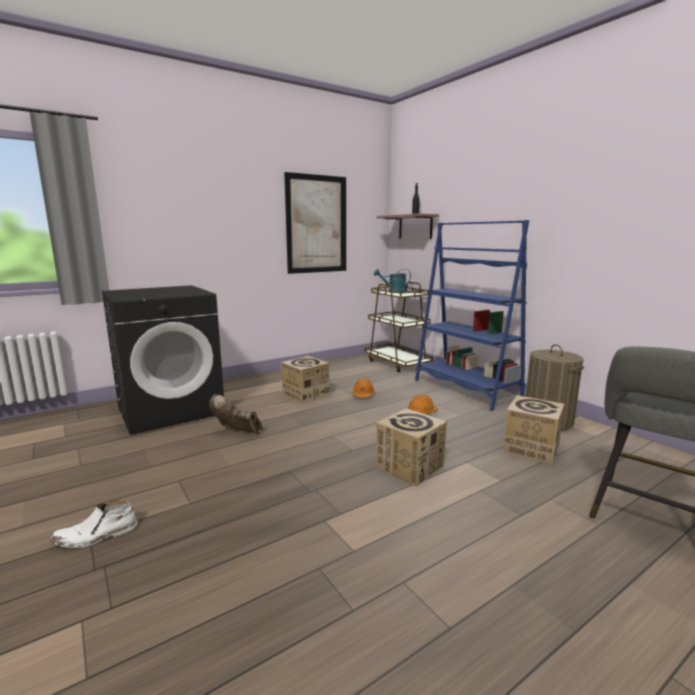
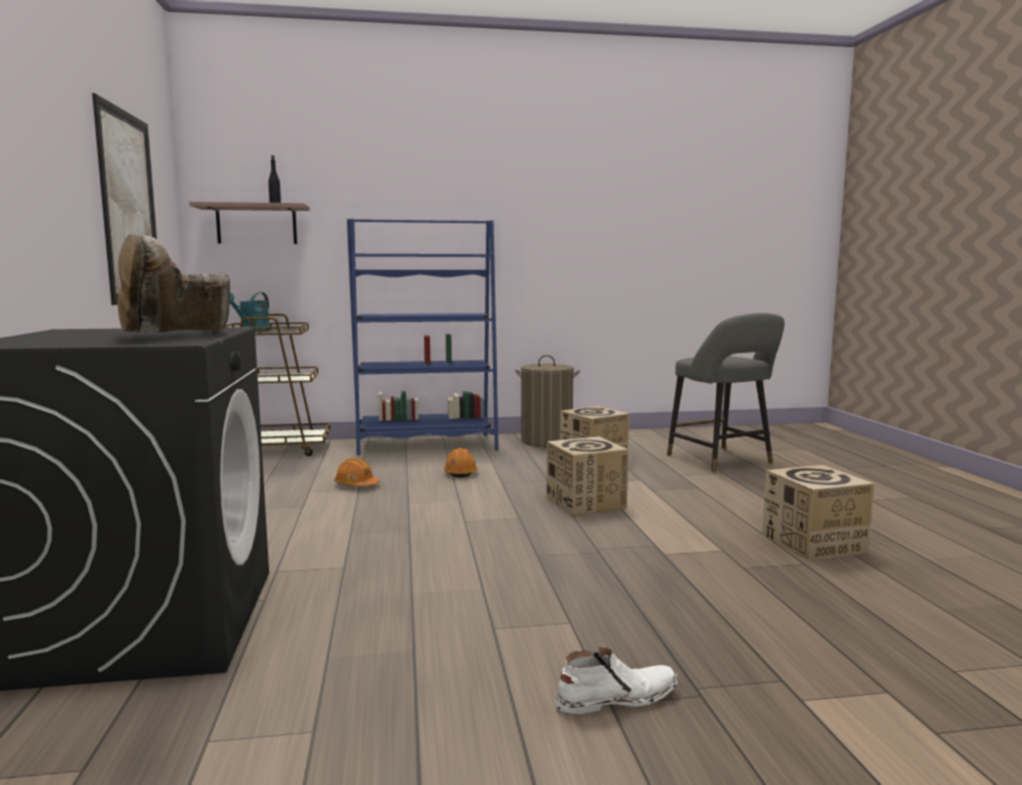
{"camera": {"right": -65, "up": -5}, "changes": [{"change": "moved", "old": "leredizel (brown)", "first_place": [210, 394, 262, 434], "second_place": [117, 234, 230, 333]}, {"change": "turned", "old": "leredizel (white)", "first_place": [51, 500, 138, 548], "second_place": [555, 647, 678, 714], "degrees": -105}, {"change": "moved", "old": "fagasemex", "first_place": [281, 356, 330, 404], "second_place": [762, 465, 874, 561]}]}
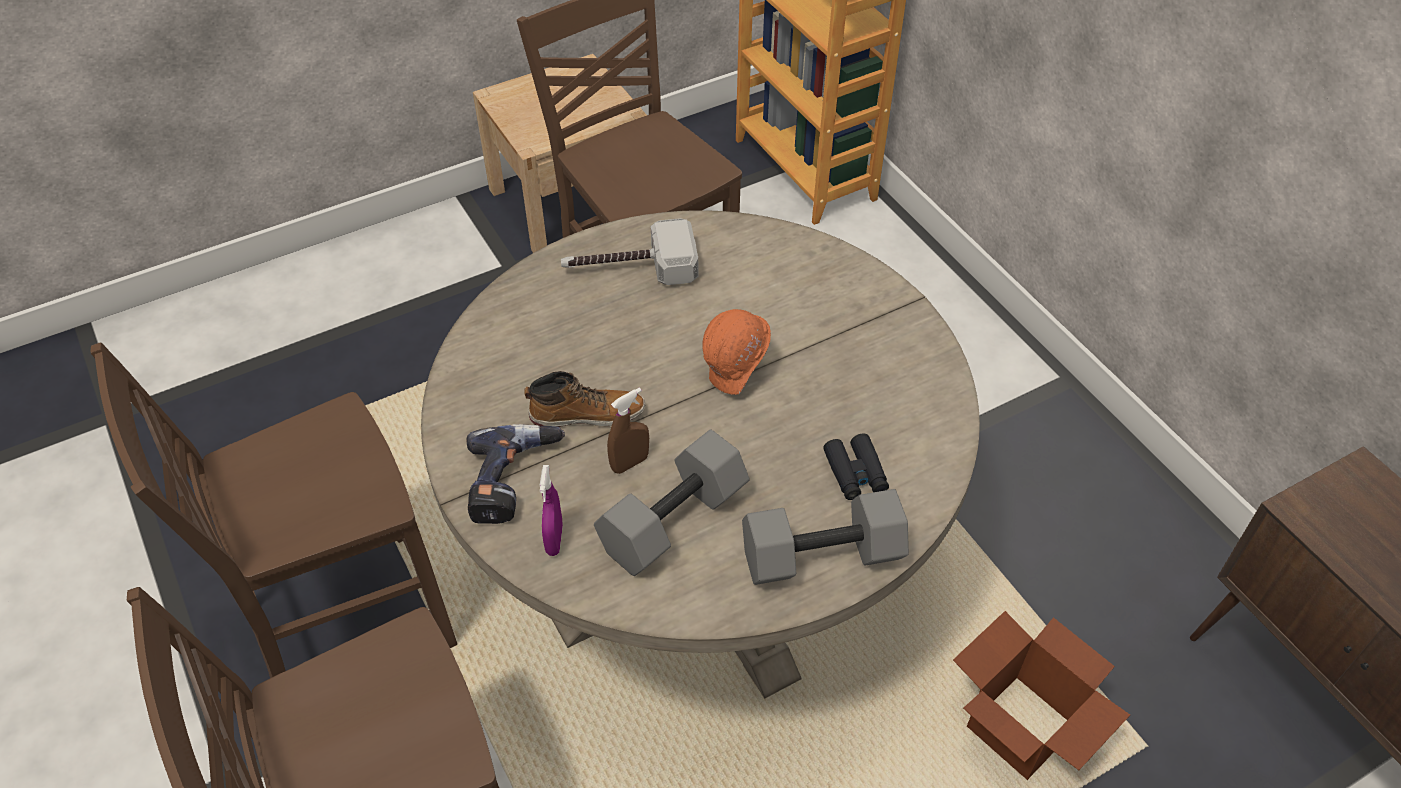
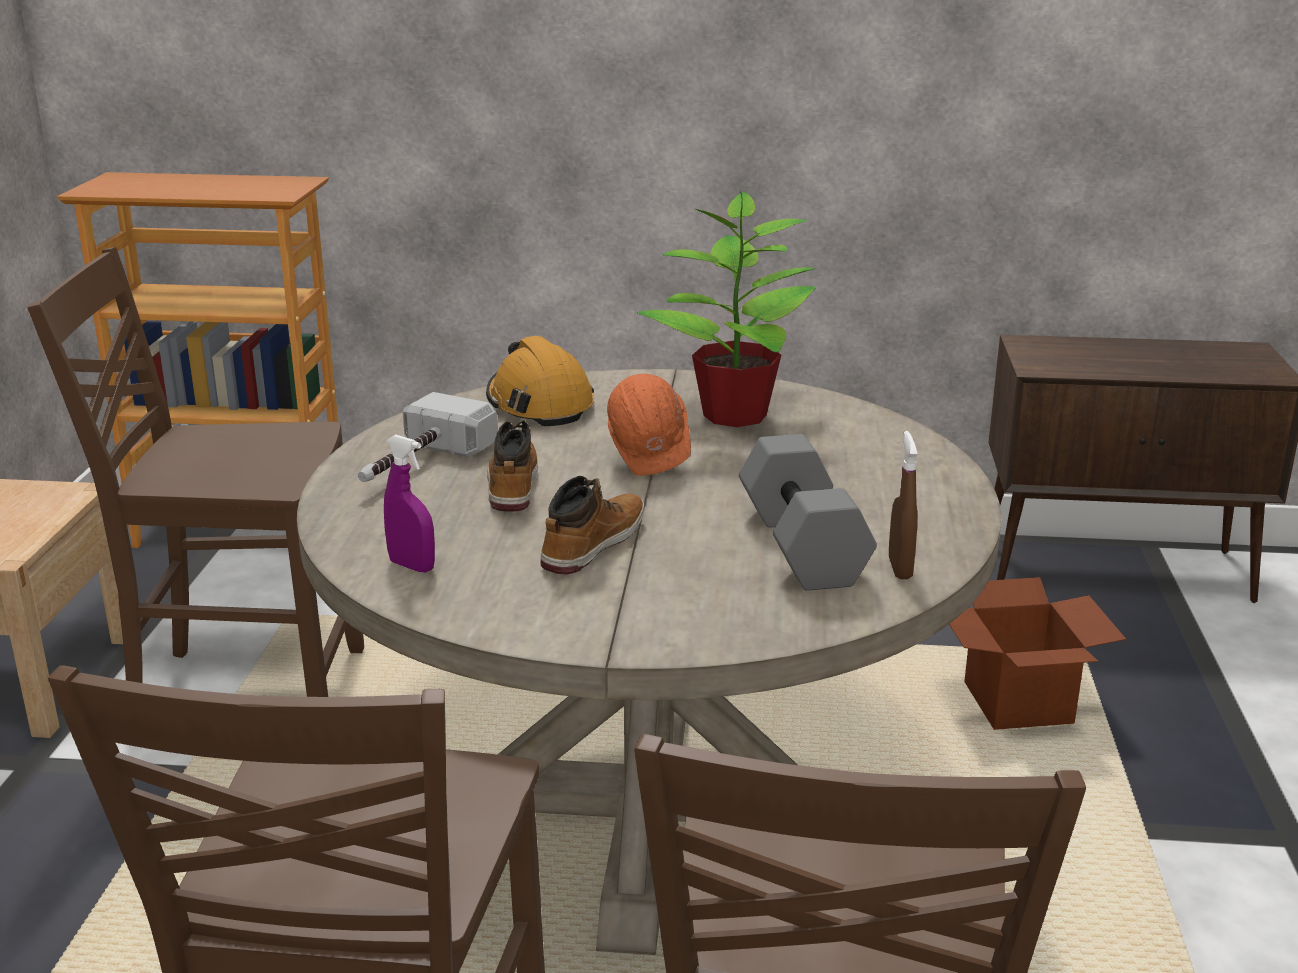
{"camera": {"right": -55, "up": -25}, "changes": [{"change": "moved", "old": "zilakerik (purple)", "first_place": [540, 465, 563, 556], "second_place": [384, 435, 435, 573]}, {"change": "added", "new": "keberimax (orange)", "second_place": [486, 336, 594, 426]}, {"change": "added", "new": "leredizel", "second_place": [487, 420, 538, 512]}, {"change": "added", "new": "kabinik", "second_place": [637, 191, 816, 427]}, {"change": "moved", "old": "zilakerik (brown)", "first_place": [607, 388, 649, 474], "second_place": [889, 431, 918, 579]}, {"change": "removed", "old": "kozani", "first_place": [466, 424, 565, 524]}, {"change": "removed", "old": "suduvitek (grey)", "first_place": [742, 489, 909, 585]}, {"change": "removed", "old": "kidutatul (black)", "first_place": [823, 433, 889, 500]}]}
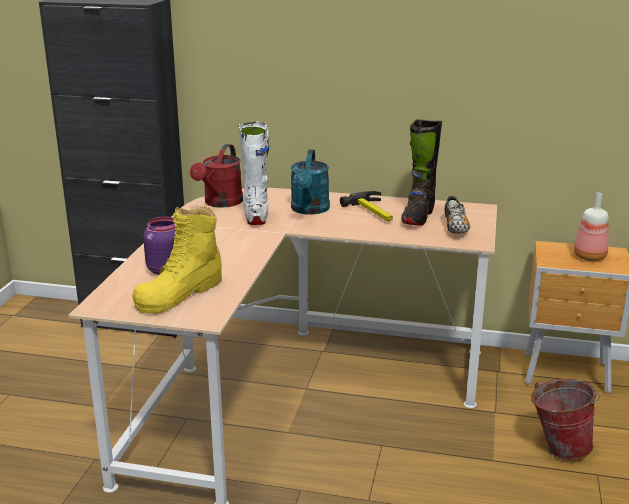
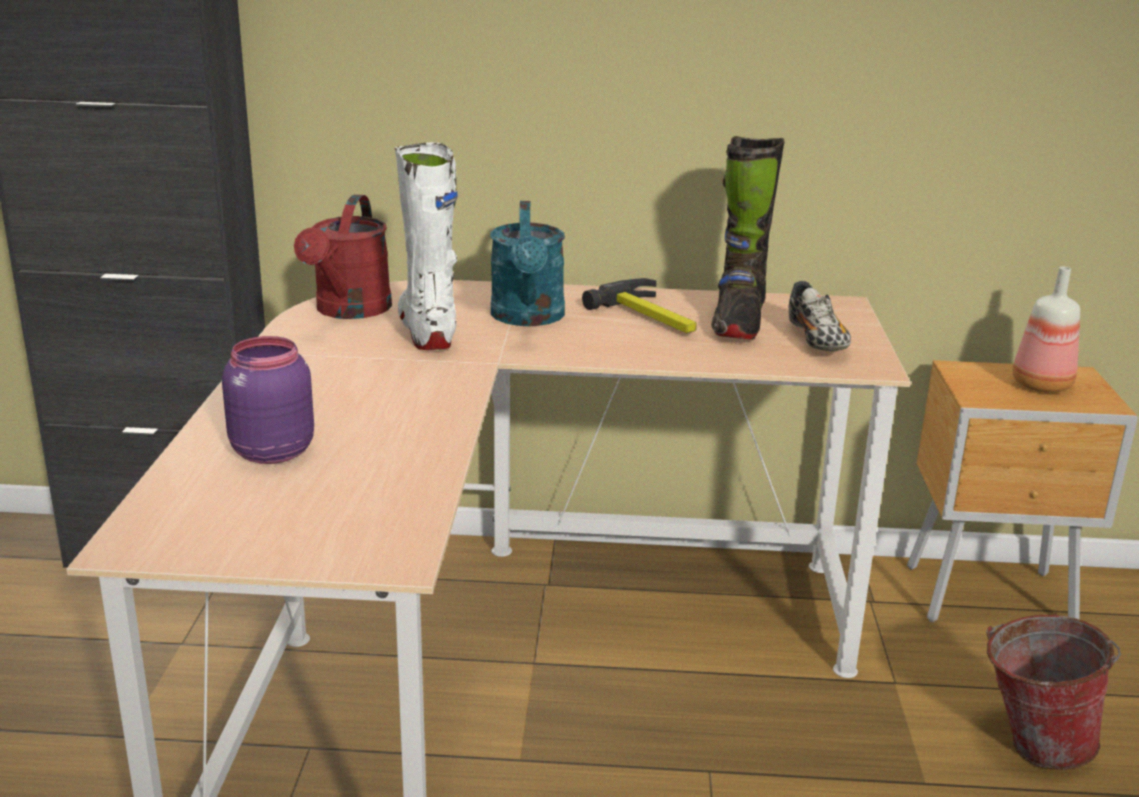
{"camera": {"right": -10, "up": 0}, "changes": [{"change": "removed", "old": "leredizel (yellow)", "first_place": [132, 207, 222, 314]}]}
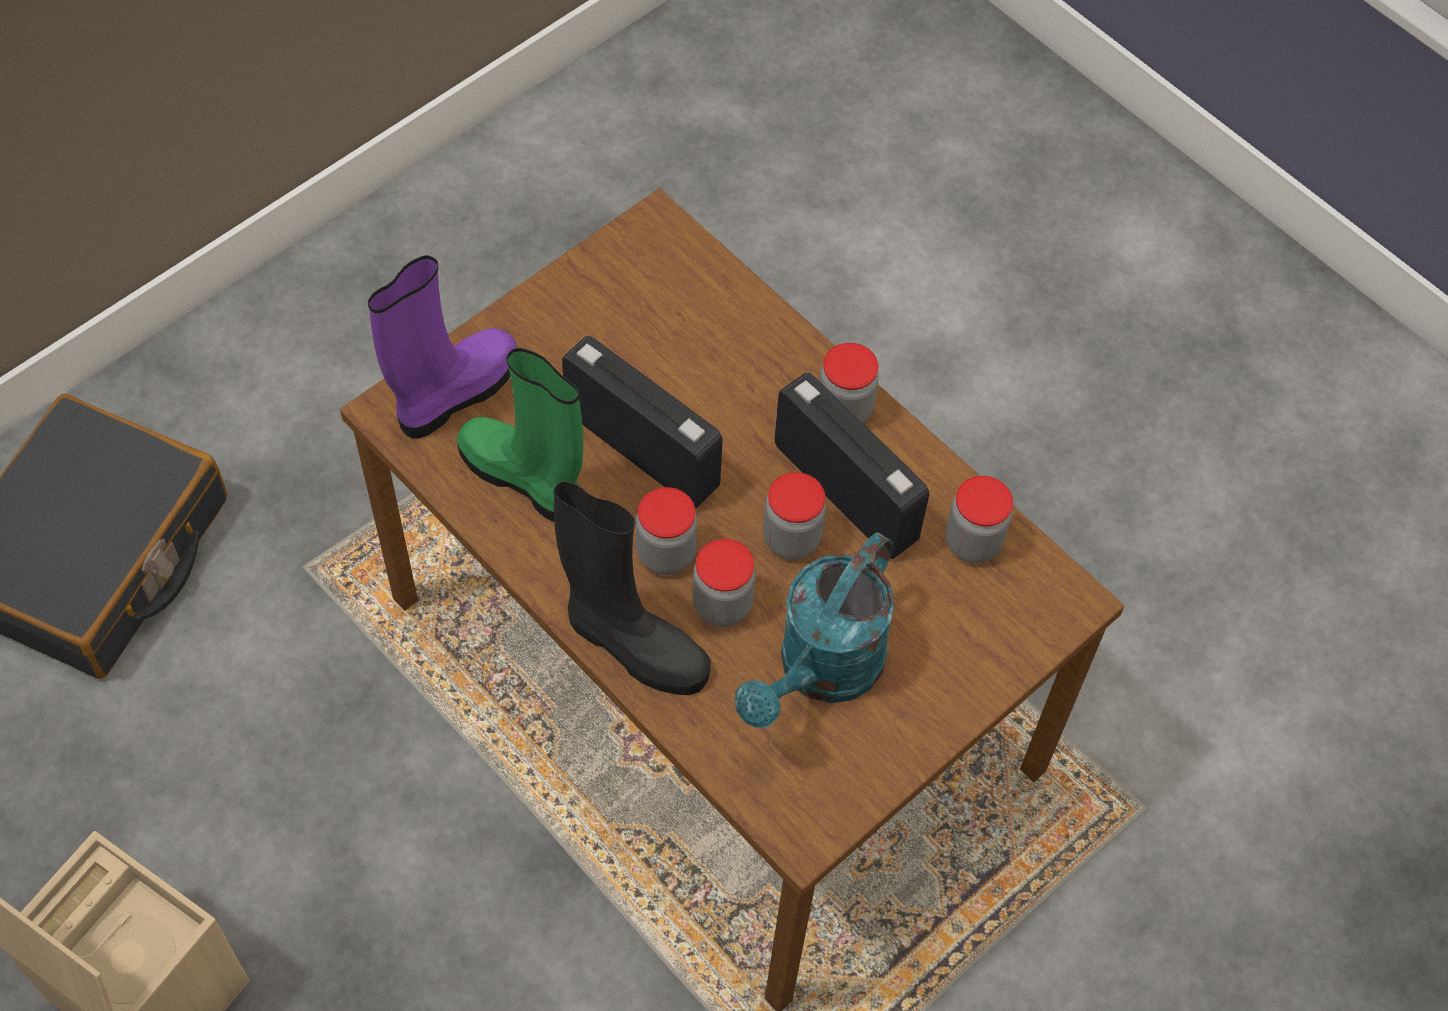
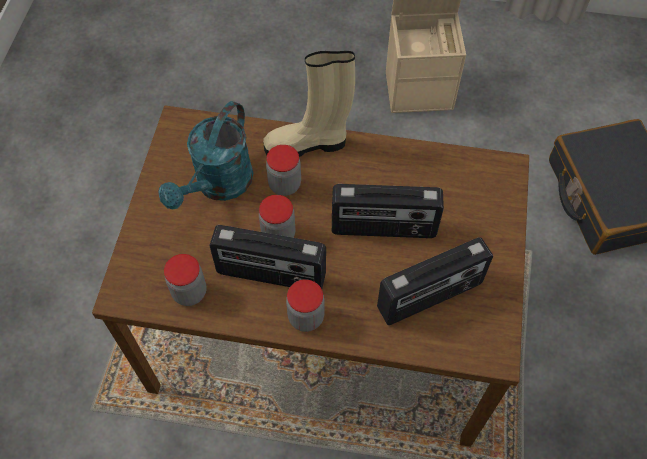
{"camera": {"right": 145, "up": 0}, "changes": [{"change": "turned", "old": "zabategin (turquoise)", "first_place": [735, 532, 895, 728], "second_place": [159, 101, 253, 209], "degrees": -150}, {"change": "recoloured", "old": "leredizel (black)", "new": "leredizel (beige)", "first_place": [554, 481, 711, 695], "second_place": [263, 51, 355, 157]}, {"change": "added", "new": "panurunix", "second_place": [377, 237, 493, 325]}, {"change": "removed", "old": "leredizel (purple)", "first_place": [368, 255, 517, 439]}, {"change": "removed", "old": "leredizel (green)", "first_place": [457, 348, 583, 522]}, {"change": "removed", "old": "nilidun", "first_place": [636, 487, 697, 575]}]}
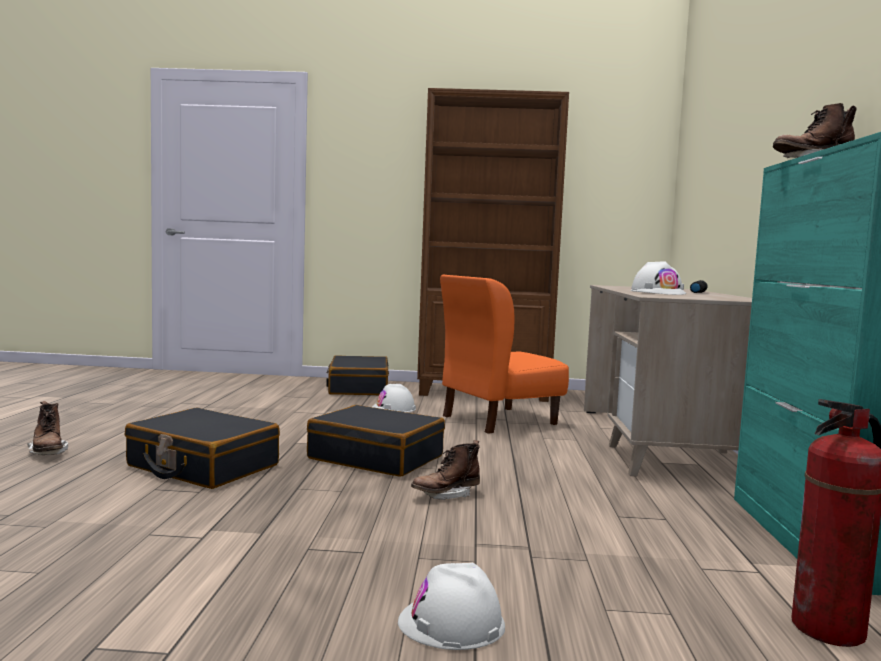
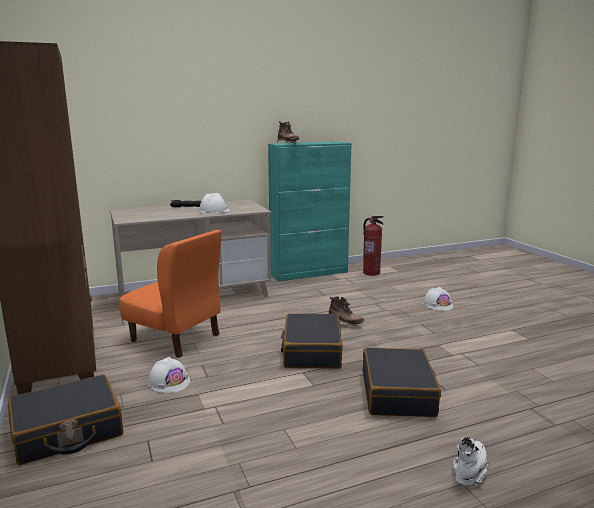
{"camera": {"right": -115, "up": 10}, "changes": [{"change": "recoloured", "old": "leredizel (brown)", "new": "leredizel (white)", "first_place": [27, 401, 68, 455], "second_place": [453, 437, 489, 488]}]}
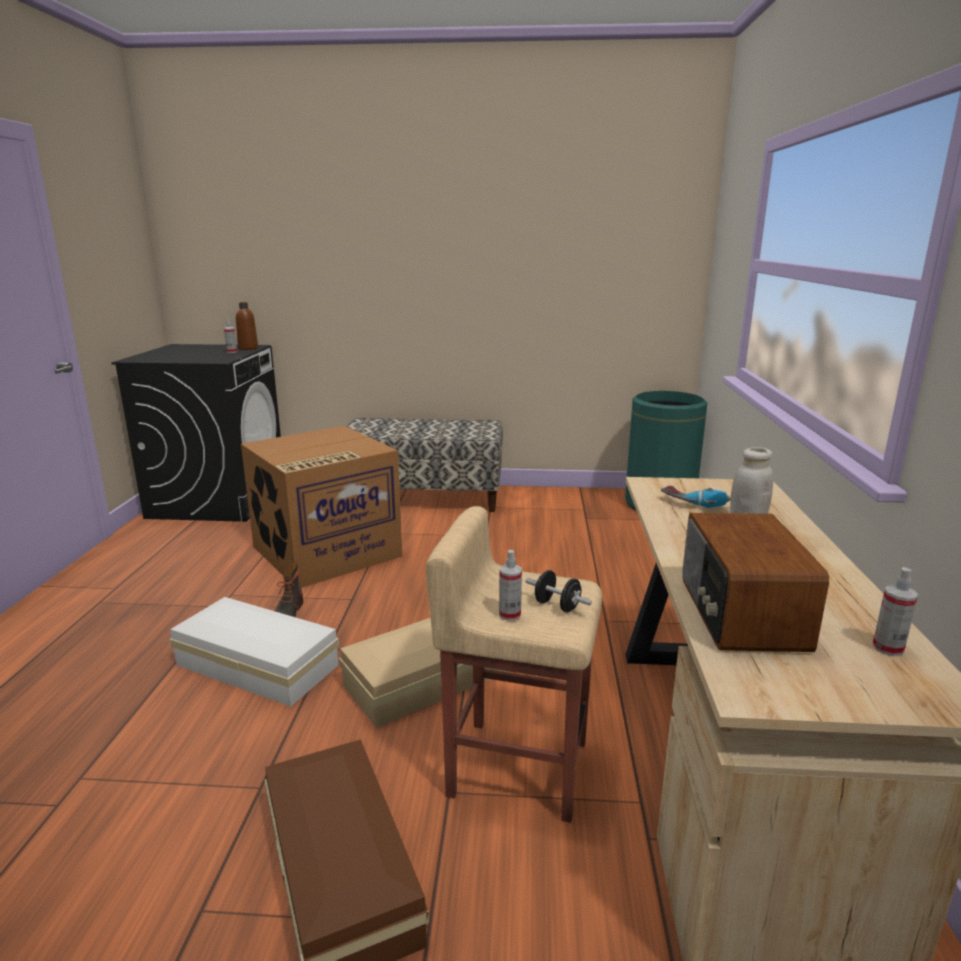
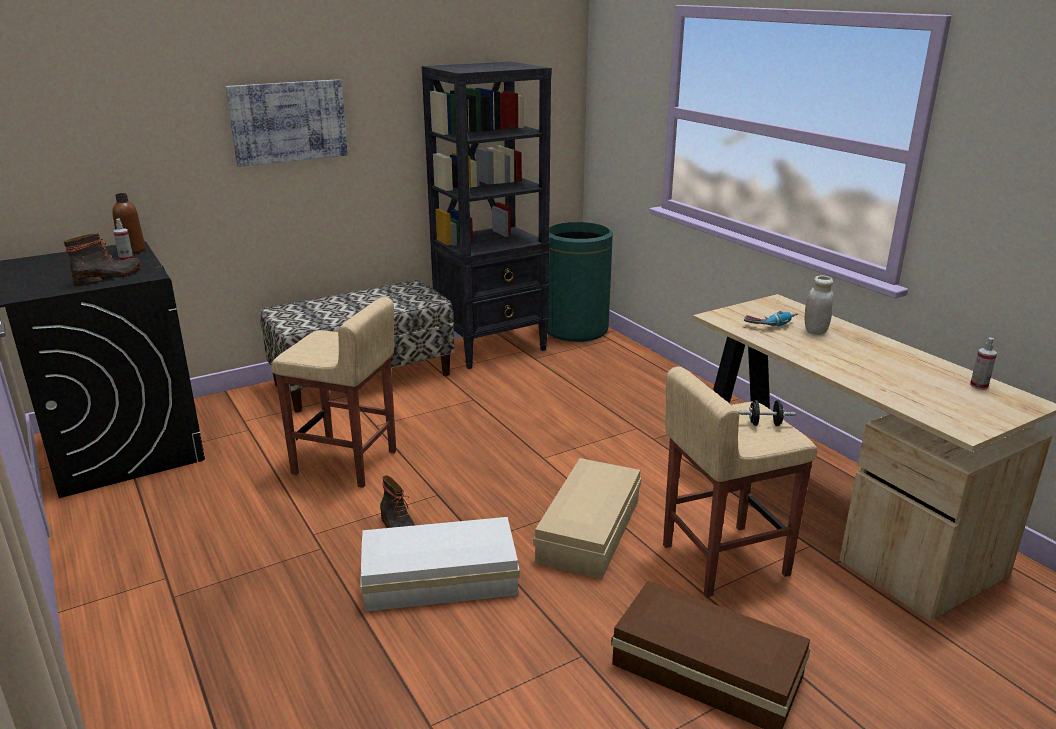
{"camera": {"right": -35, "up": 5}, "changes": [{"change": "added", "new": "leredizel", "second_place": [64, 233, 140, 286]}, {"change": "added", "new": "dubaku", "second_place": [225, 79, 348, 167]}, {"change": "replaced", "old": "fagasemex", "new": "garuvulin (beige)", "first_place": [241, 426, 402, 588], "second_place": [271, 297, 396, 488]}, {"change": "added", "new": "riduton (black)", "second_place": [422, 62, 552, 369]}, {"change": "removed", "old": "zilakerik", "first_place": [499, 550, 522, 621]}, {"change": "removed", "old": "panurunix", "first_place": [682, 513, 829, 652]}]}
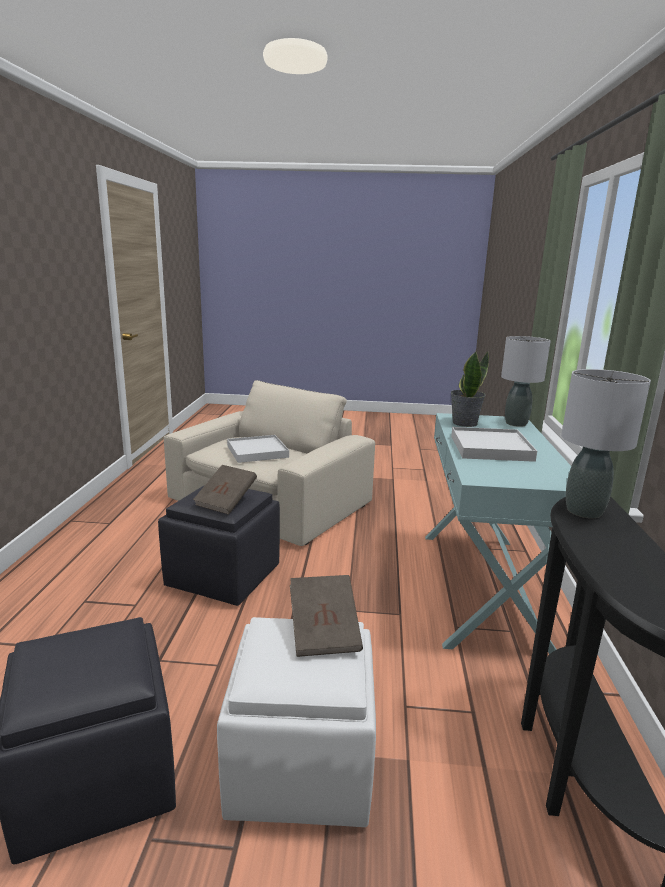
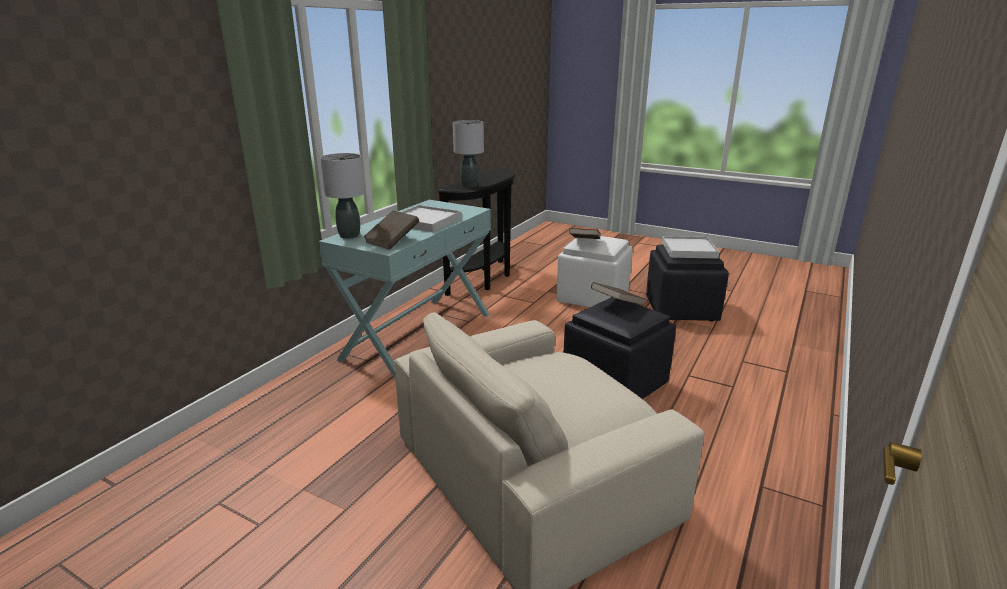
{"camera": {"right": -155, "up": 5}, "changes": [{"change": "replaced", "old": "kabinik", "new": "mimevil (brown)", "first_place": [450, 351, 489, 427], "second_place": [363, 210, 419, 250]}, {"change": "moved", "old": "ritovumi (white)", "first_place": [227, 435, 289, 463], "second_place": [662, 236, 719, 259]}]}
